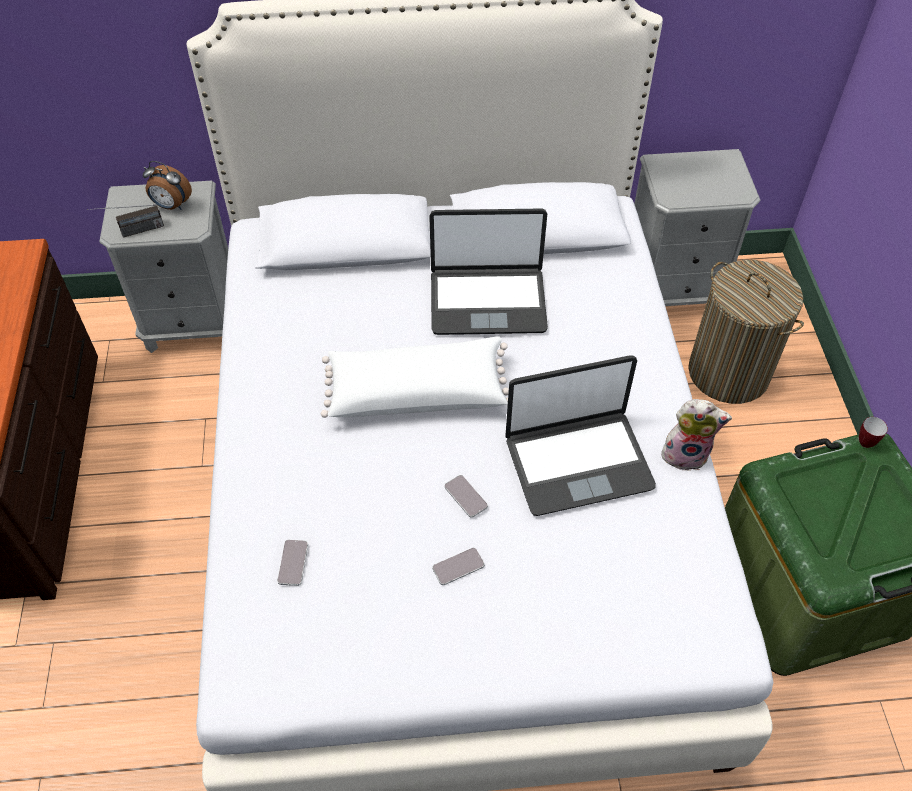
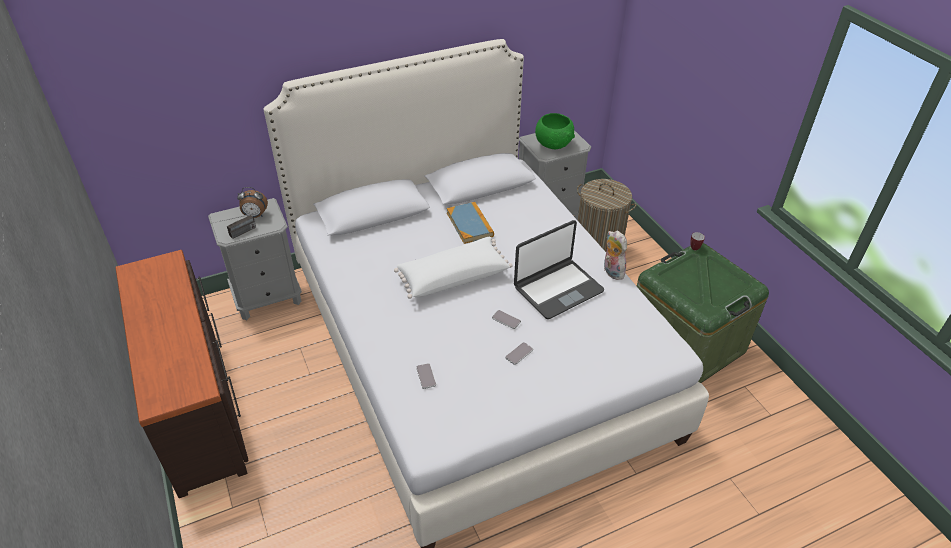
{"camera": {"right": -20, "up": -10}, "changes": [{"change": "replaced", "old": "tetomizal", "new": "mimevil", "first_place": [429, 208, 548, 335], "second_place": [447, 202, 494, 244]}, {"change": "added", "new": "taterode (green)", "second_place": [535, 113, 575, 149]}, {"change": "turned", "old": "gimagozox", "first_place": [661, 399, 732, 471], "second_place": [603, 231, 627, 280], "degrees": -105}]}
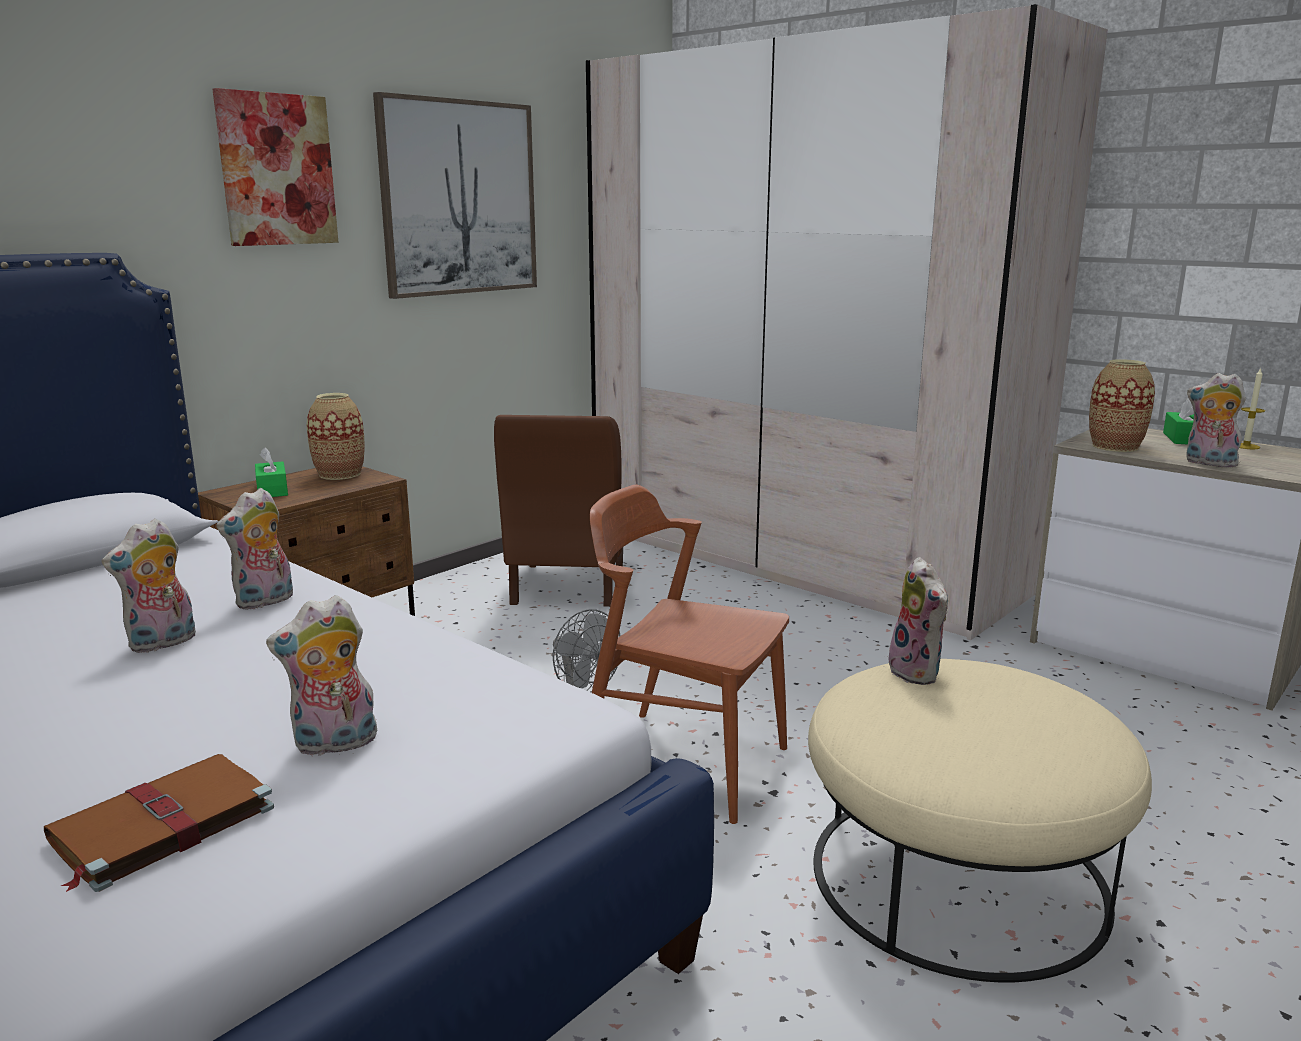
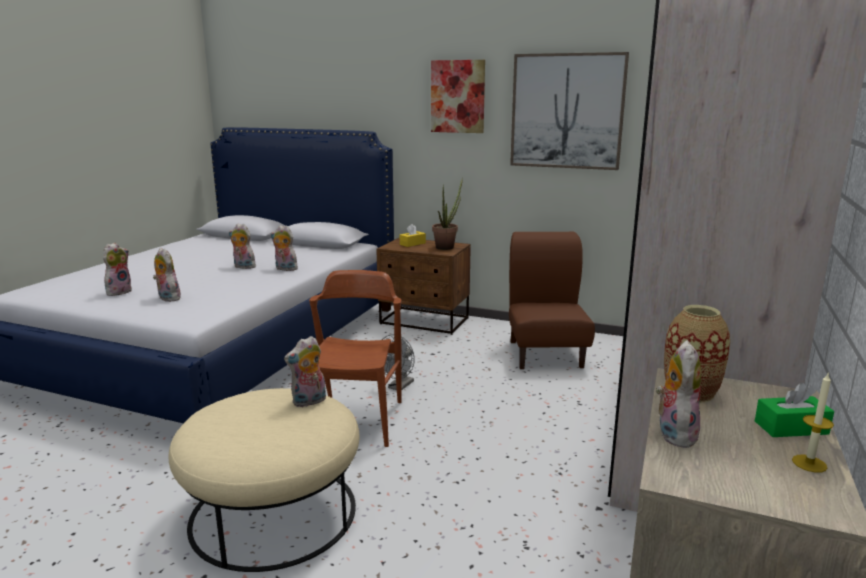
{"camera": {"right": 70, "up": 0}, "changes": [{"change": "replaced", "old": "mimevil (brown)", "new": "gimagozox", "first_place": [44, 754, 274, 892], "second_place": [103, 243, 132, 296]}, {"change": "recoloured", "old": "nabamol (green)", "new": "nabamol (yellow)", "first_place": [255, 447, 288, 497], "second_place": [400, 224, 426, 247]}, {"change": "replaced", "old": "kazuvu", "new": "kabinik", "first_place": [307, 393, 365, 480], "second_place": [432, 178, 463, 250]}, {"change": "turned", "old": "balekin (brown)", "first_place": [494, 415, 623, 607], "second_place": [509, 232, 595, 369], "degrees": 105}]}
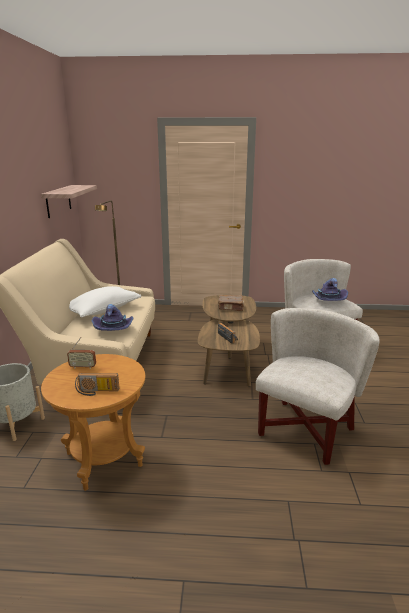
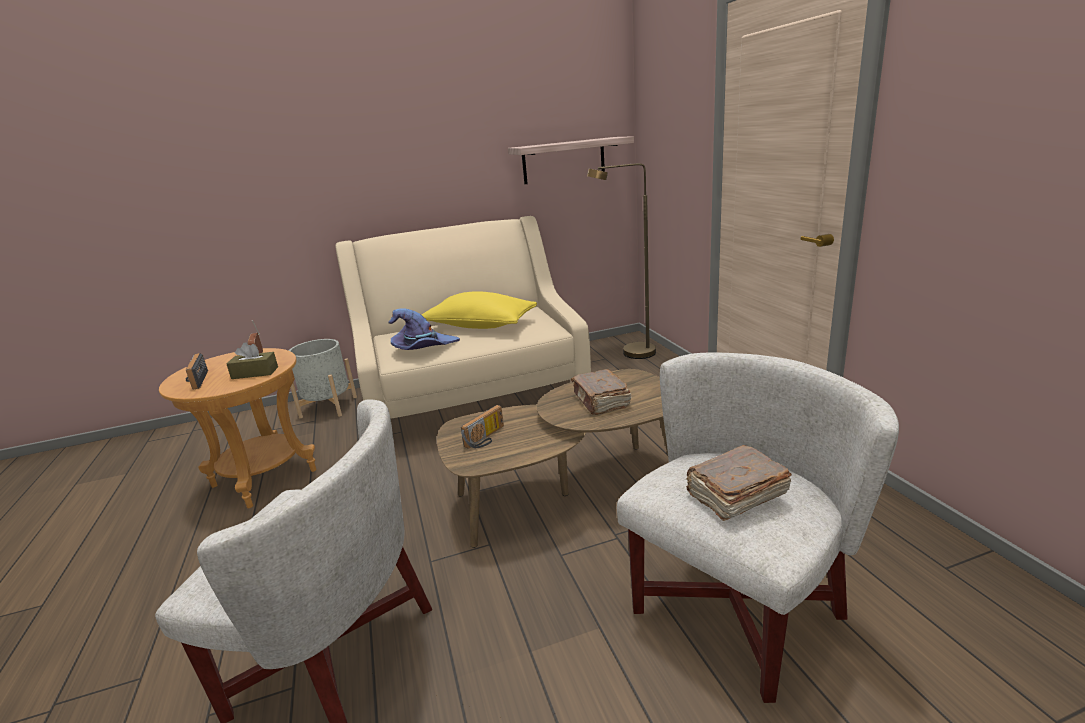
{"camera": {"right": 70, "up": 0}, "changes": [{"change": "added", "new": "nabamol (brown)", "second_place": [226, 342, 278, 379]}, {"change": "recoloured", "old": "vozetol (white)", "new": "vozetol (yellow)", "first_place": [69, 286, 141, 317], "second_place": [422, 291, 537, 329]}, {"change": "replaced", "old": "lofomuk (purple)", "new": "mimevil (brown)", "first_place": [312, 278, 348, 301], "second_place": [686, 445, 792, 521]}]}
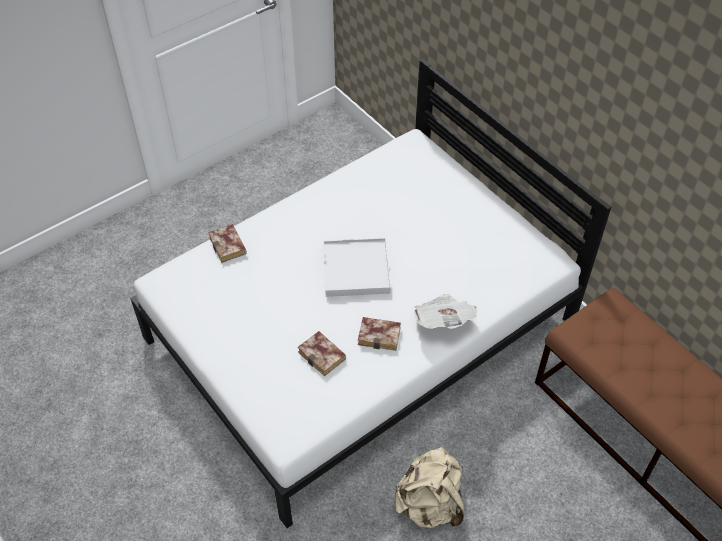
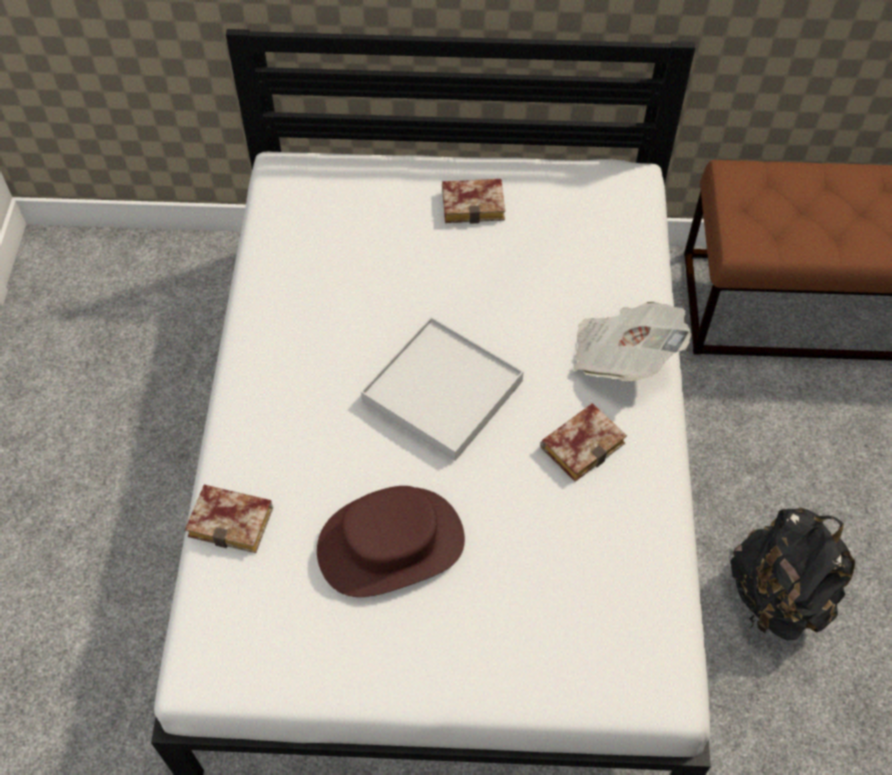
{"camera": {"right": -50, "up": 5}, "changes": [{"change": "added", "new": "lofomuk (brown)", "second_place": [317, 486, 465, 597]}, {"change": "moved", "old": "mimevil", "first_place": [298, 331, 346, 376], "second_place": [442, 179, 505, 224]}, {"change": "recoloured", "old": "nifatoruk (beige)", "new": "nifatoruk (black)", "first_place": [394, 447, 464, 528], "second_place": [730, 508, 855, 641]}]}
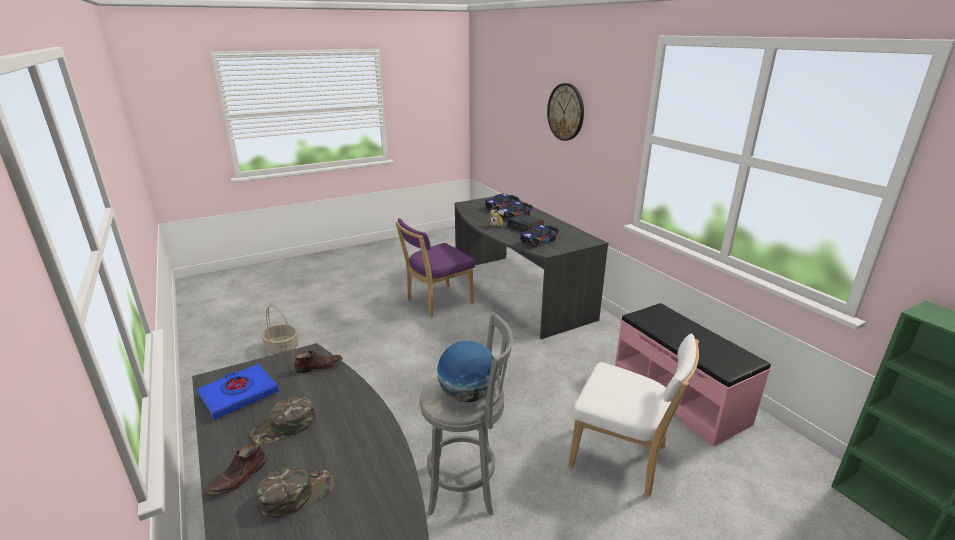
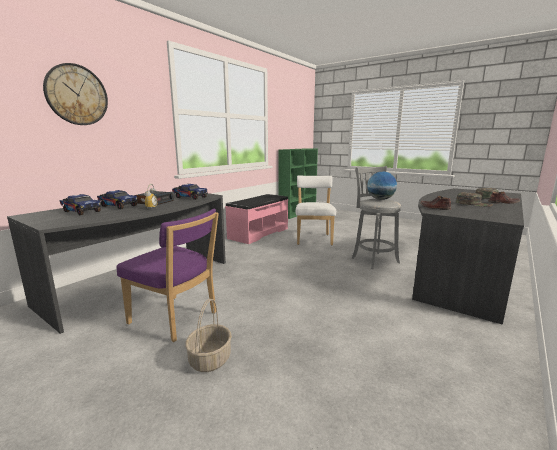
{"camera": {"right": -115, "up": -10}, "changes": [{"change": "moved", "old": "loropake", "first_place": [261, 305, 298, 354], "second_place": [185, 299, 232, 372]}, {"change": "removed", "old": "mimevil (blue)", "first_place": [197, 364, 279, 420]}]}
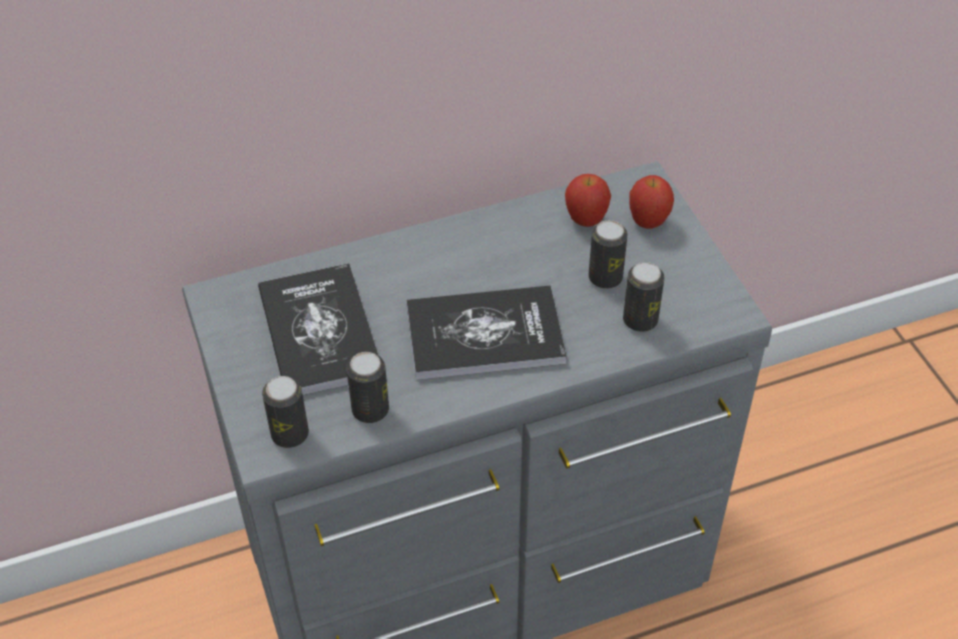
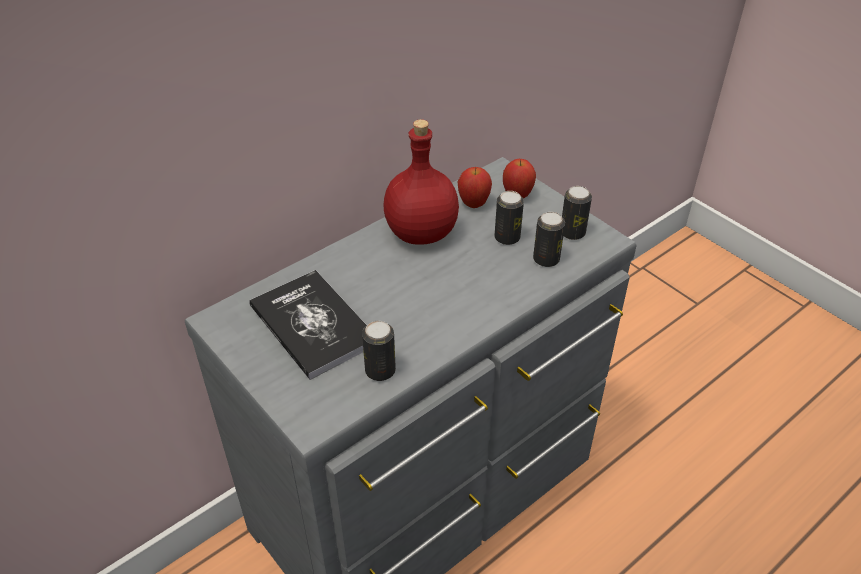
{"camera": {"right": -20, "up": -5}, "changes": [{"change": "added", "new": "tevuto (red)", "second_place": [383, 119, 459, 245]}, {"change": "moved", "old": "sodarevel", "first_place": [262, 376, 309, 448], "second_place": [562, 186, 592, 240]}, {"change": "removed", "old": "mimevil", "first_place": [406, 285, 567, 380]}]}
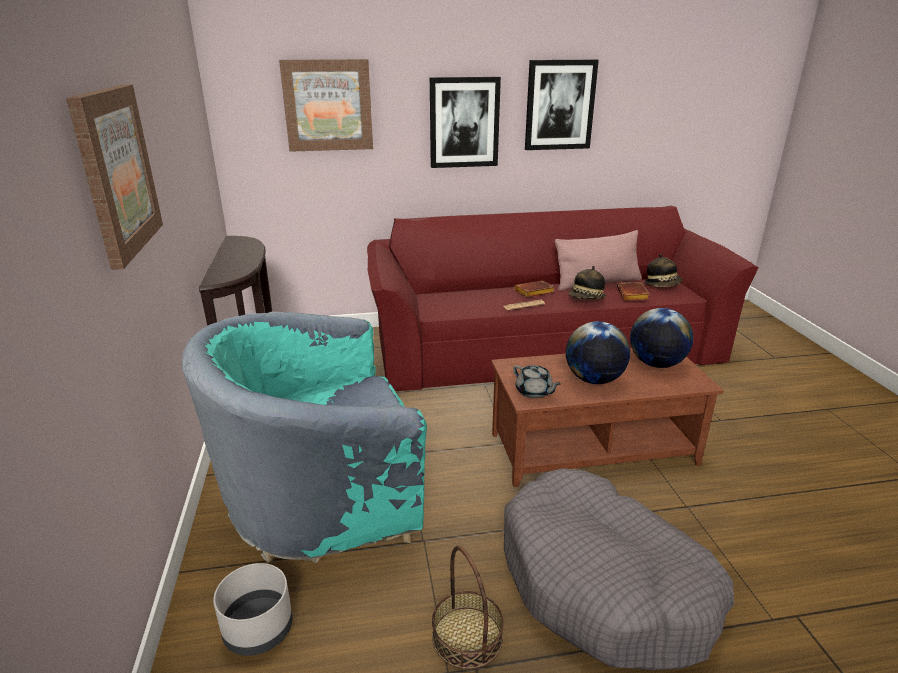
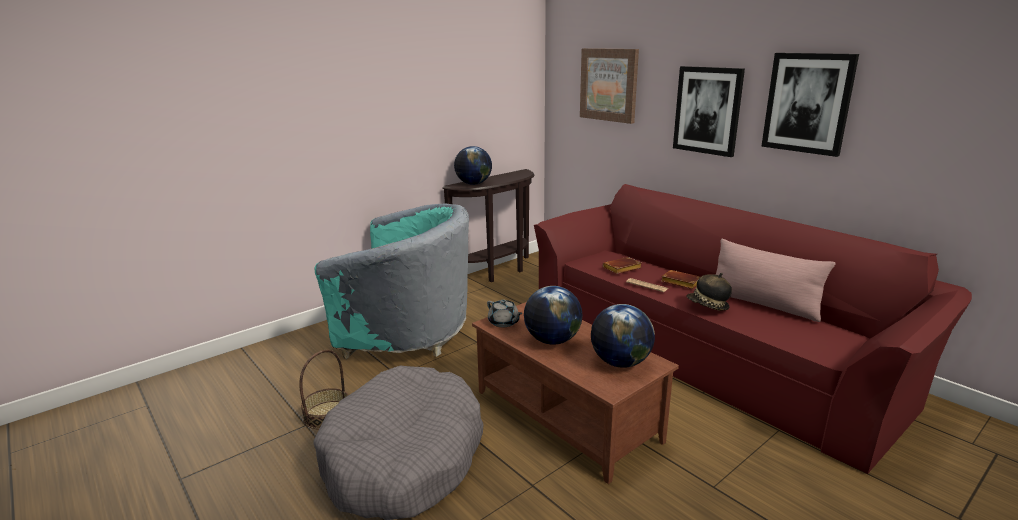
{"camera": {"right": 60, "up": -5}, "changes": [{"change": "turned", "old": "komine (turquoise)", "first_place": [182, 311, 427, 563], "second_place": [314, 203, 469, 359], "degrees": 150}, {"change": "added", "new": "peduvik", "second_place": [454, 146, 492, 185]}, {"change": "turned", "old": "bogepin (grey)", "first_place": [513, 365, 561, 399], "second_place": [487, 300, 523, 327], "degrees": -60}, {"change": "moved", "old": "mimevil (brown)", "first_place": [617, 282, 650, 300], "second_place": [603, 257, 642, 274]}, {"change": "removed", "old": "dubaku", "first_place": [66, 85, 163, 270]}, {"change": "removed", "old": "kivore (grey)", "first_place": [213, 563, 293, 656]}, {"change": "removed", "old": "lofomuk", "first_place": [644, 254, 682, 287]}]}
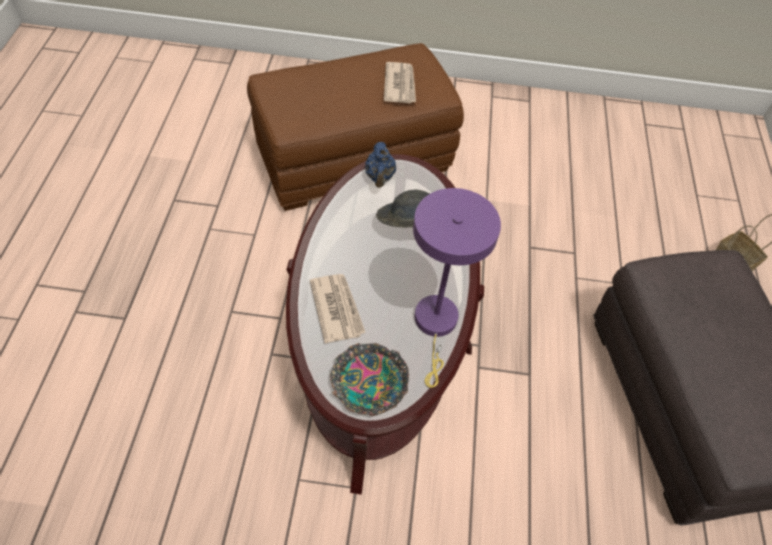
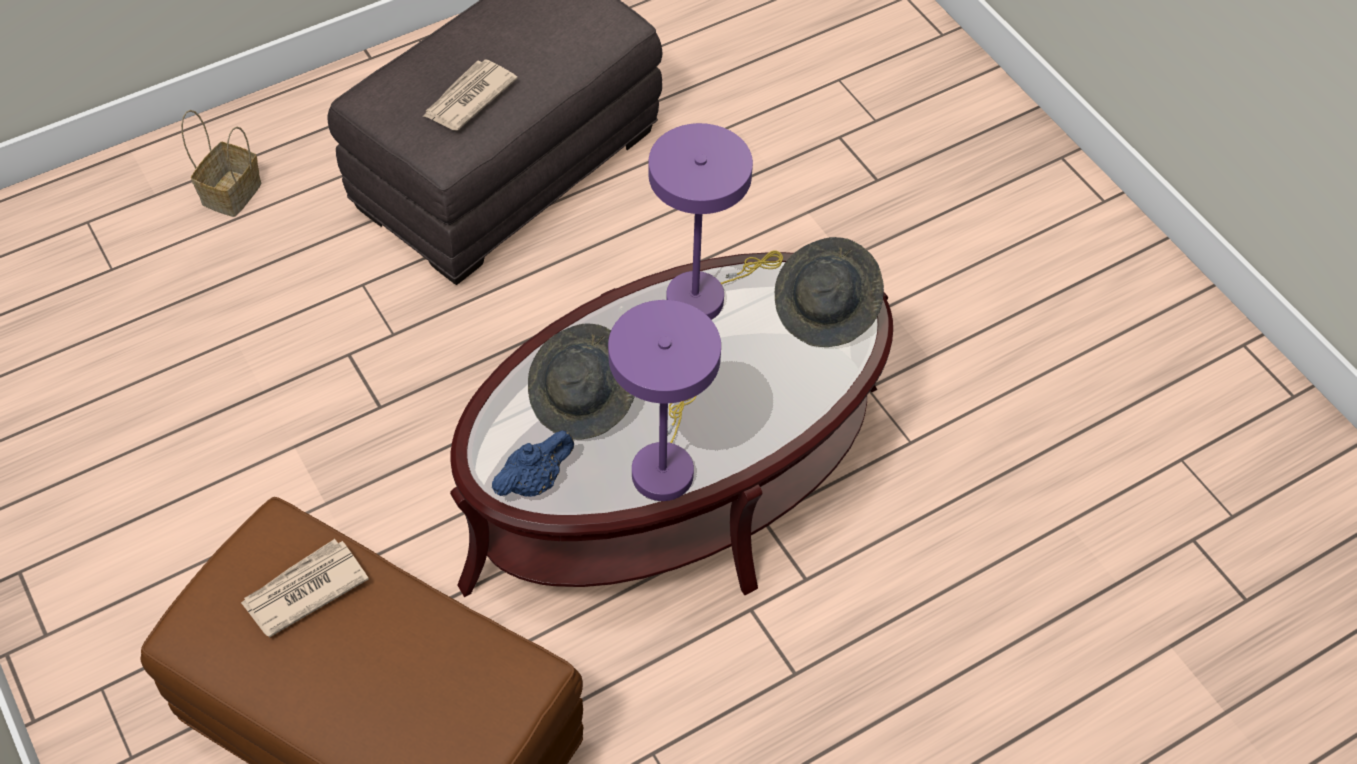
{"camera": {"right": -125, "up": 0}, "changes": [{"change": "moved", "old": "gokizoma", "first_place": [310, 274, 366, 343], "second_place": [423, 59, 518, 130]}, {"change": "added", "new": "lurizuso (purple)", "second_place": [608, 300, 721, 501]}, {"change": "replaced", "old": "taterode", "new": "lofomuk (grey)", "first_place": [330, 343, 409, 416], "second_place": [775, 237, 884, 347]}]}
